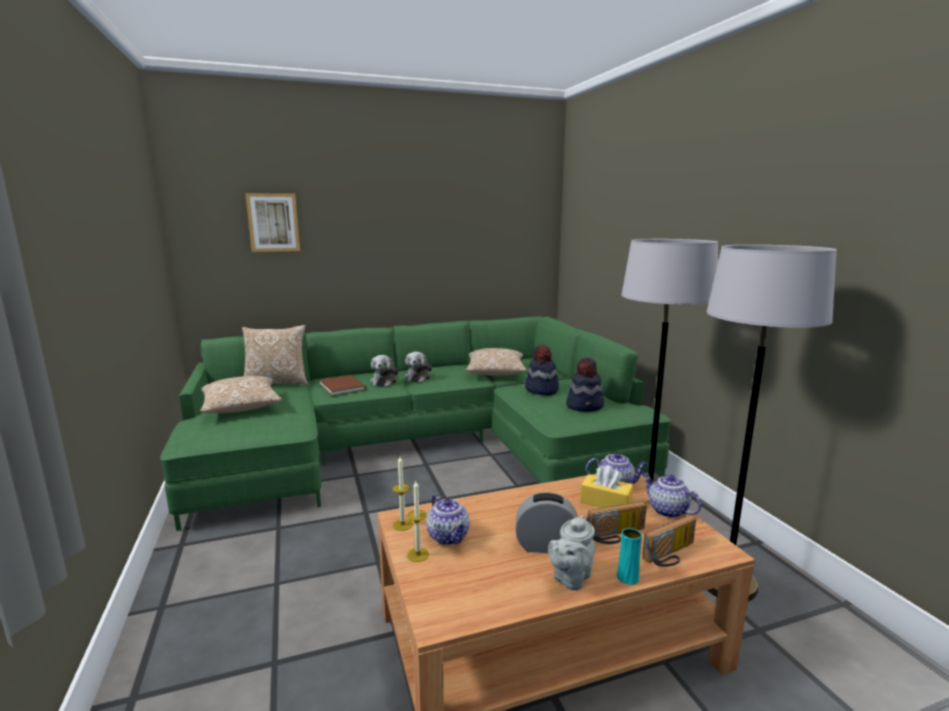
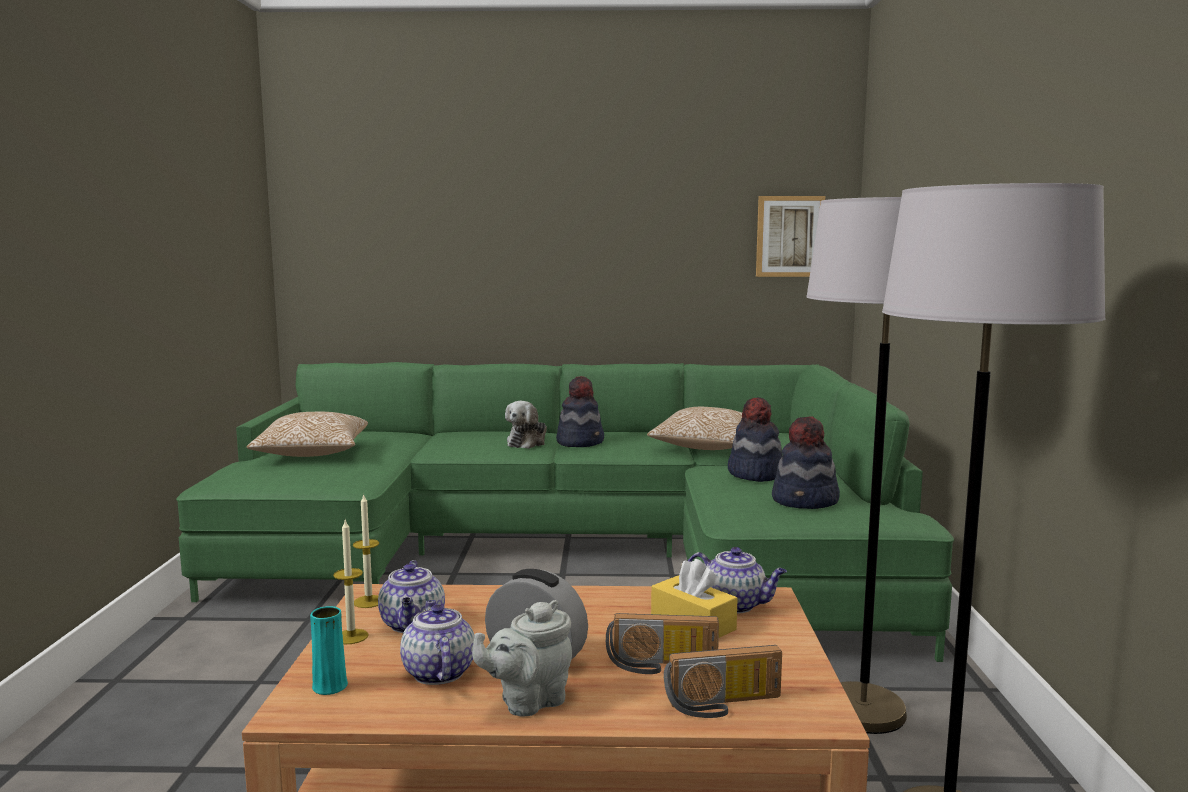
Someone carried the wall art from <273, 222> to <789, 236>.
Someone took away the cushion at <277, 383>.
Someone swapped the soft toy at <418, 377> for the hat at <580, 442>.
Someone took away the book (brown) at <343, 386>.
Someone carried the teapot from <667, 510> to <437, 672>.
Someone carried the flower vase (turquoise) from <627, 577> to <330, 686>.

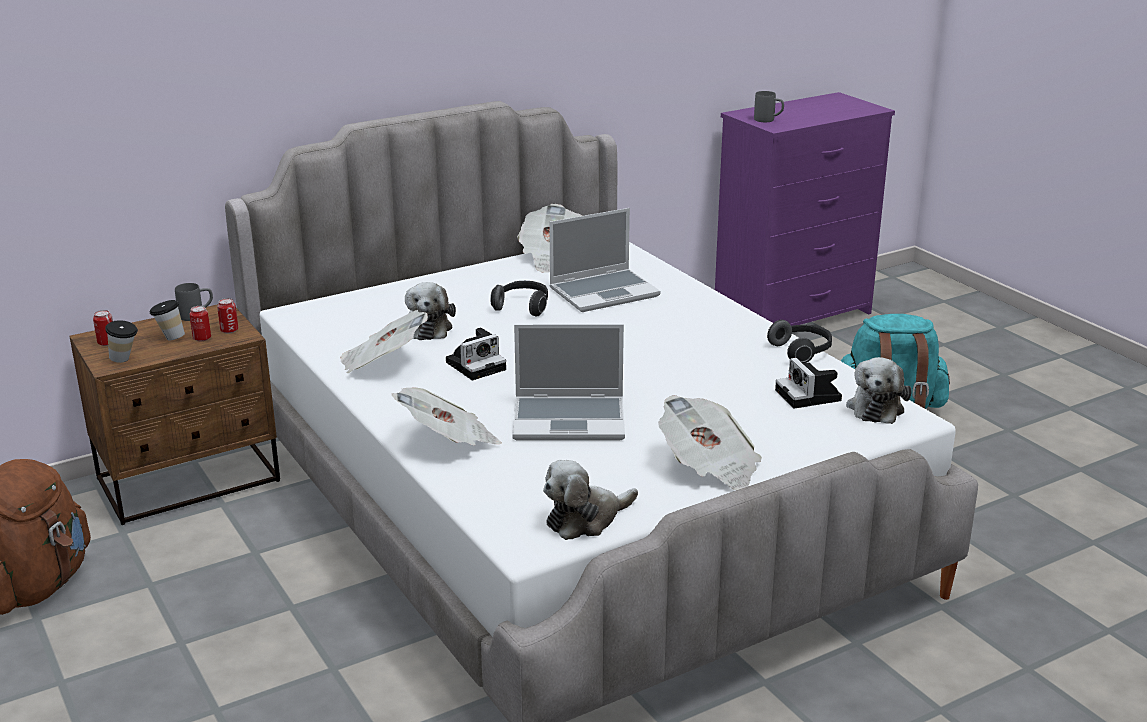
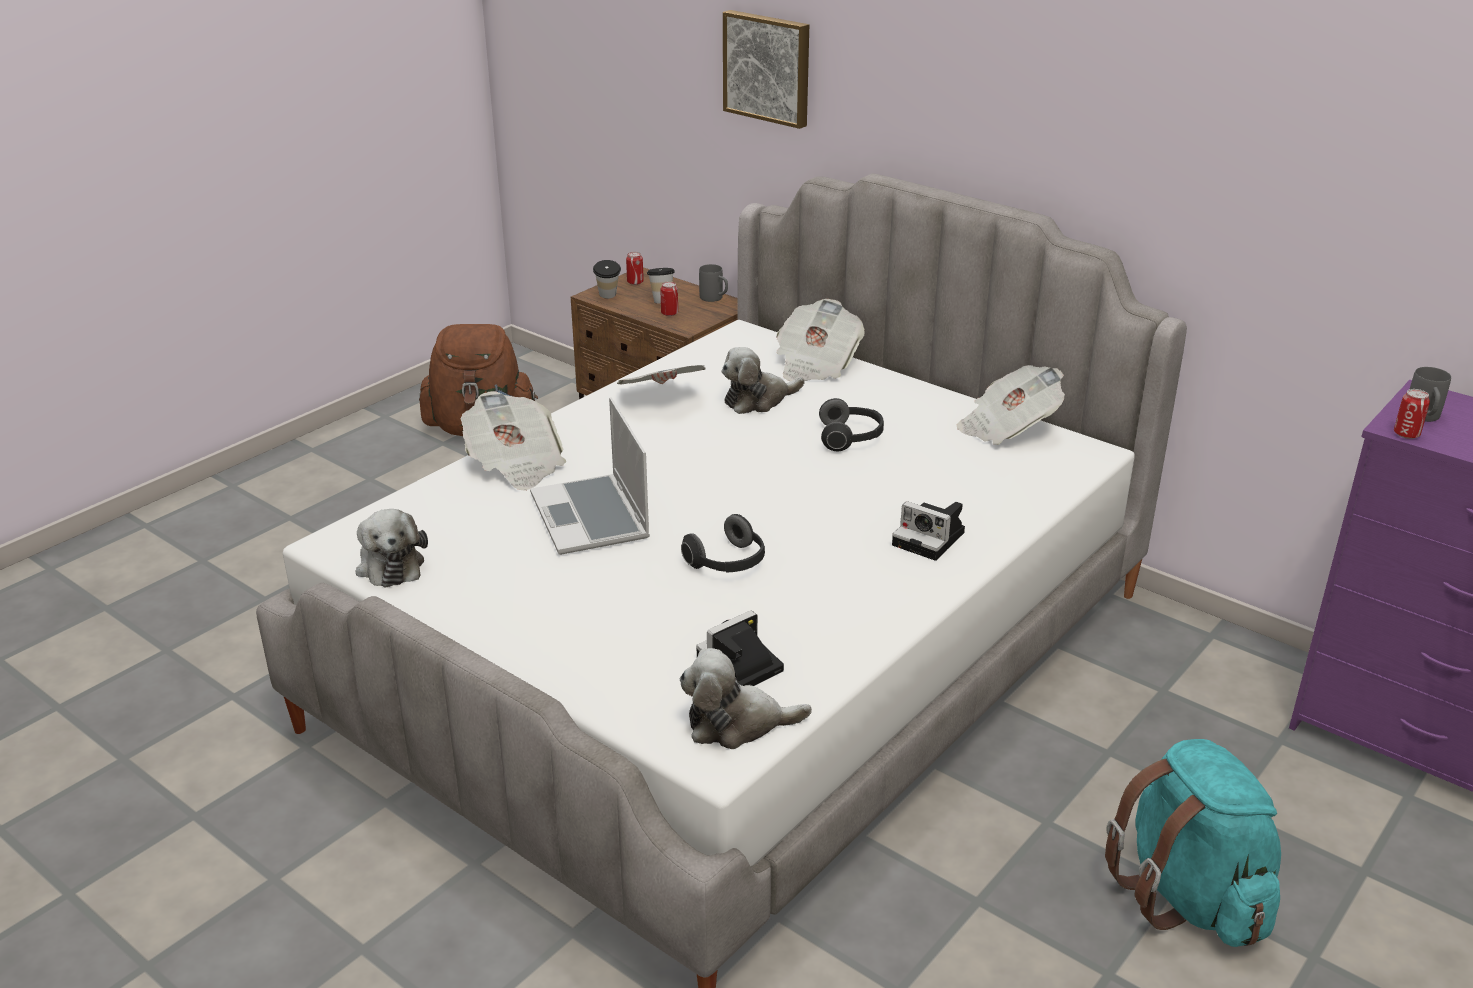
Someone took away the portable computer at <604, 292>.
Someone carried the sealed can from <229, 330> to <1406, 434>.
Someone carried the headset from <802, 352> to <728, 563>.
Someone carried the photo camera from <477, 365> to <931, 539>.
Someone carried the printed paper from <709, 467> to <815, 365>.
Someone rotated the soft toy at <585, 519> by 150 degrees counterclockwise.
Someone put up the wall art at <768, 67>.

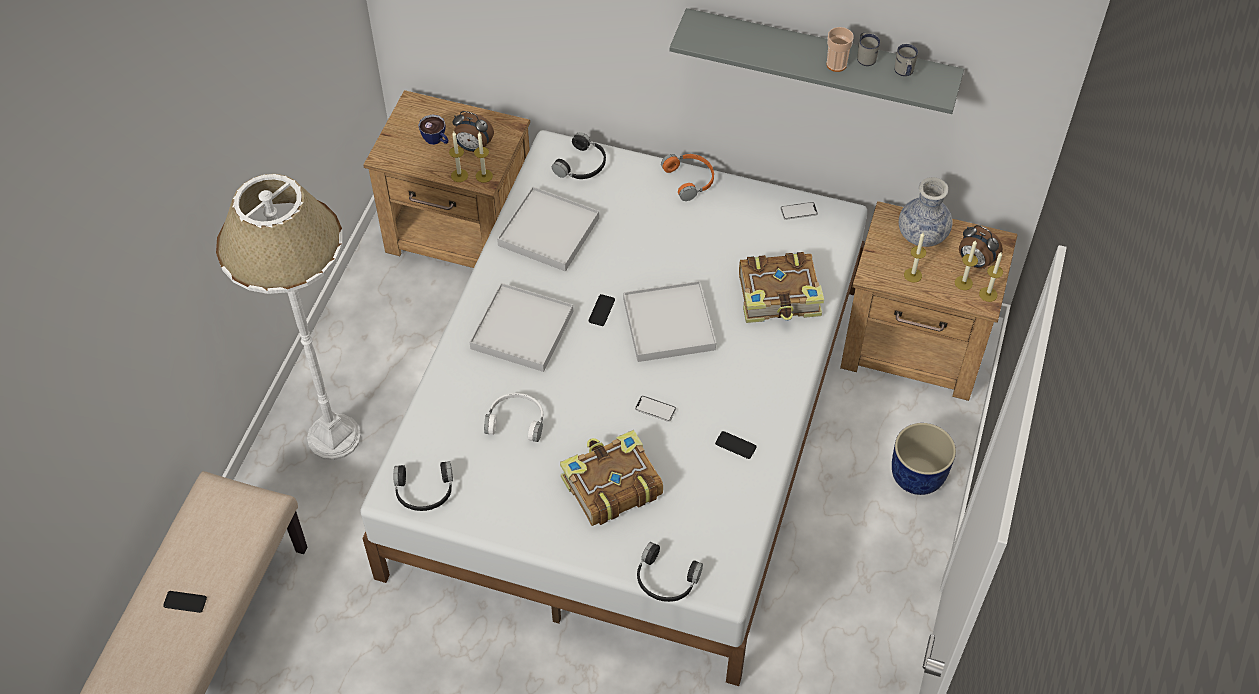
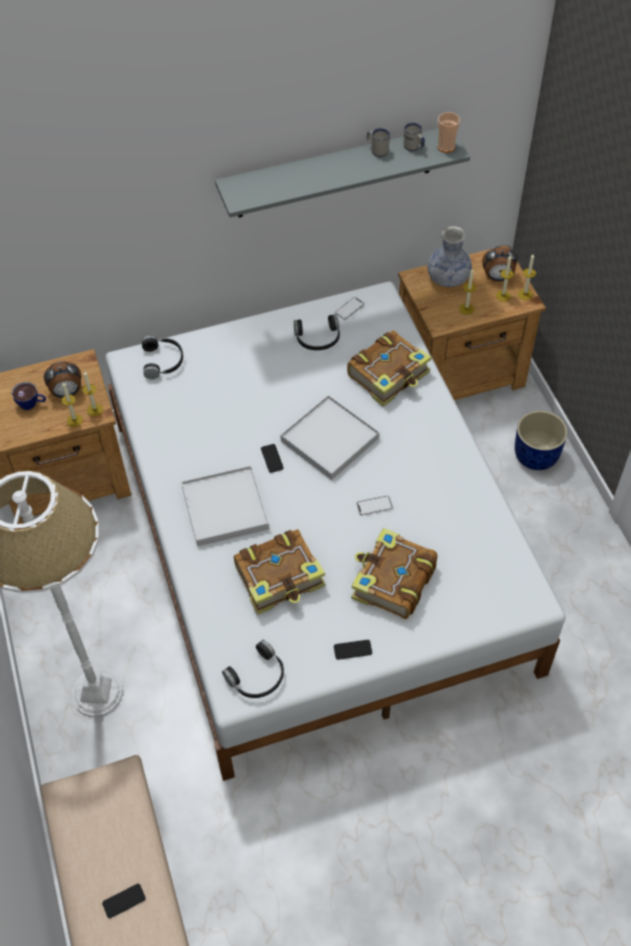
Someone carried the small cup from <836, 64> to <446, 147>.
Someone took away the headset (orange) at <690, 179>.
Someone took away the tray (whitish) at <548, 232>.
Someone swapped the headset (whitish) at <516, 420> for the book at <280, 578>.
Someone carried the handset from <735, 445> to <352, 650>.
Someone carried the headset (blackish) from <665, 580> to <318, 339>.

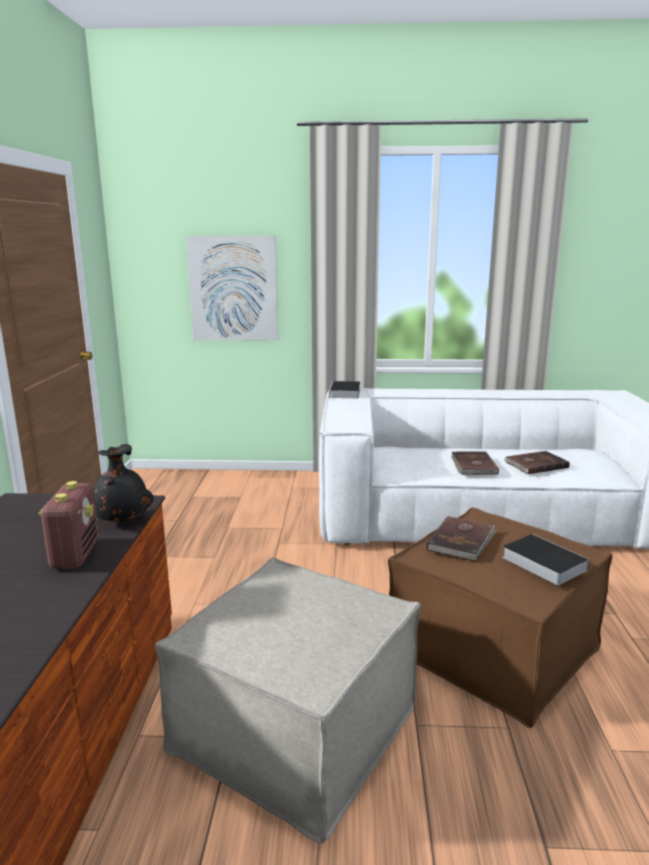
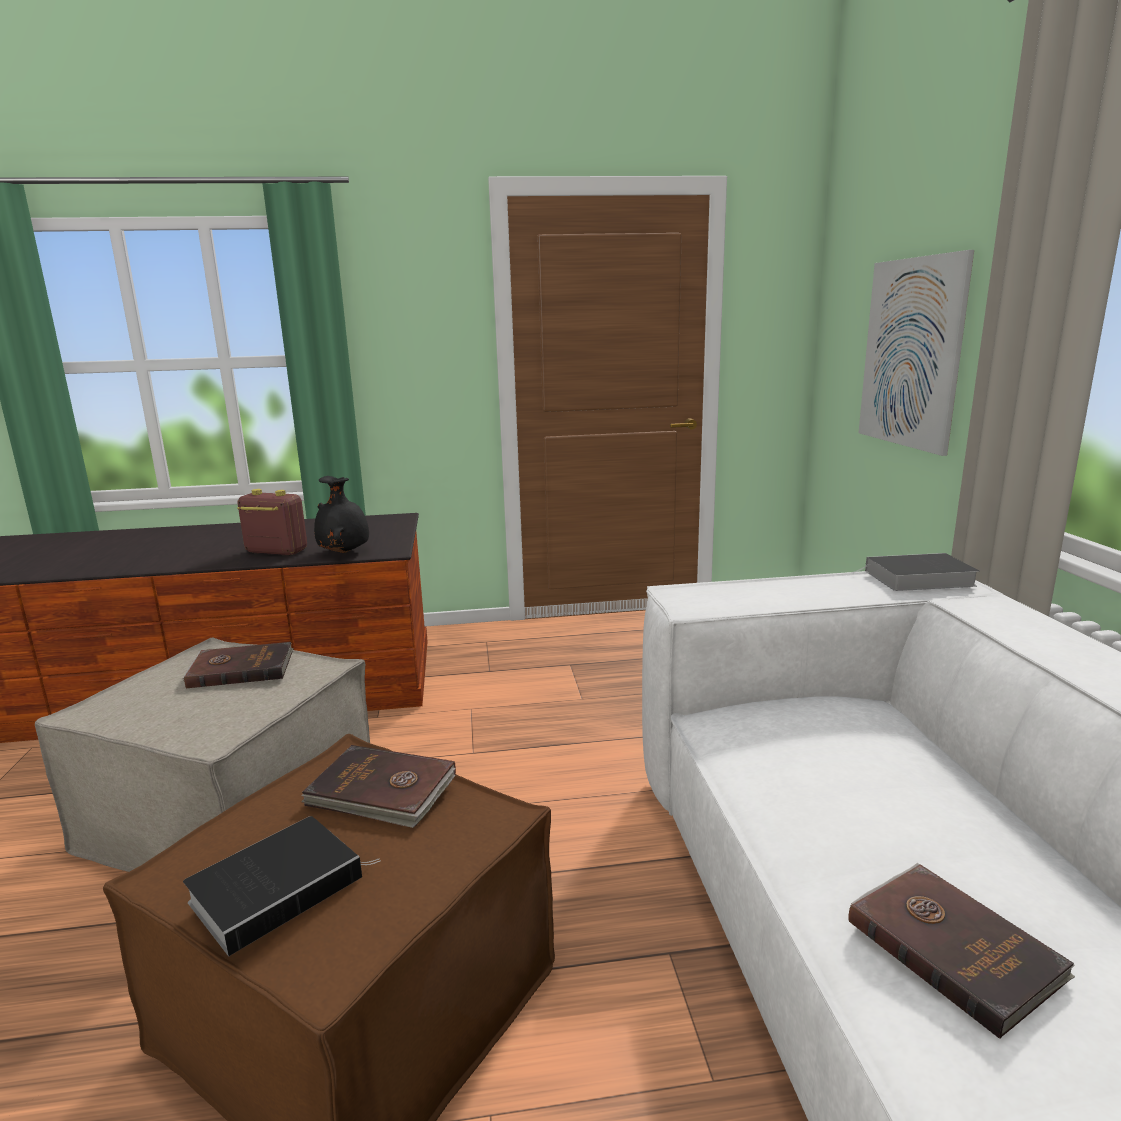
Someone carried the book (brown) from <473, 466> to <241, 668>.
Someone rotated the radio receiver at <75, 554> by 150 degrees counterclockwise.

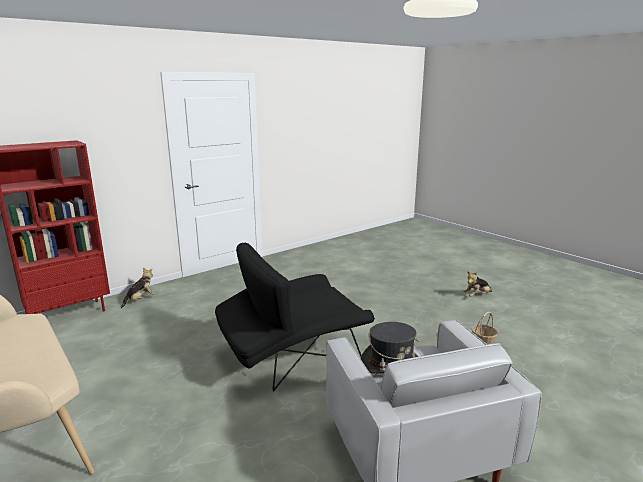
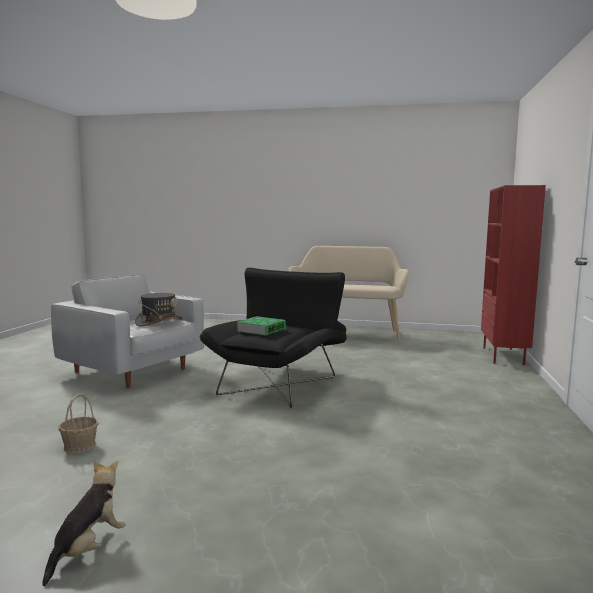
Someone took away the soft toy at <140, 300>.
Someone put down the book at <261, 330>.

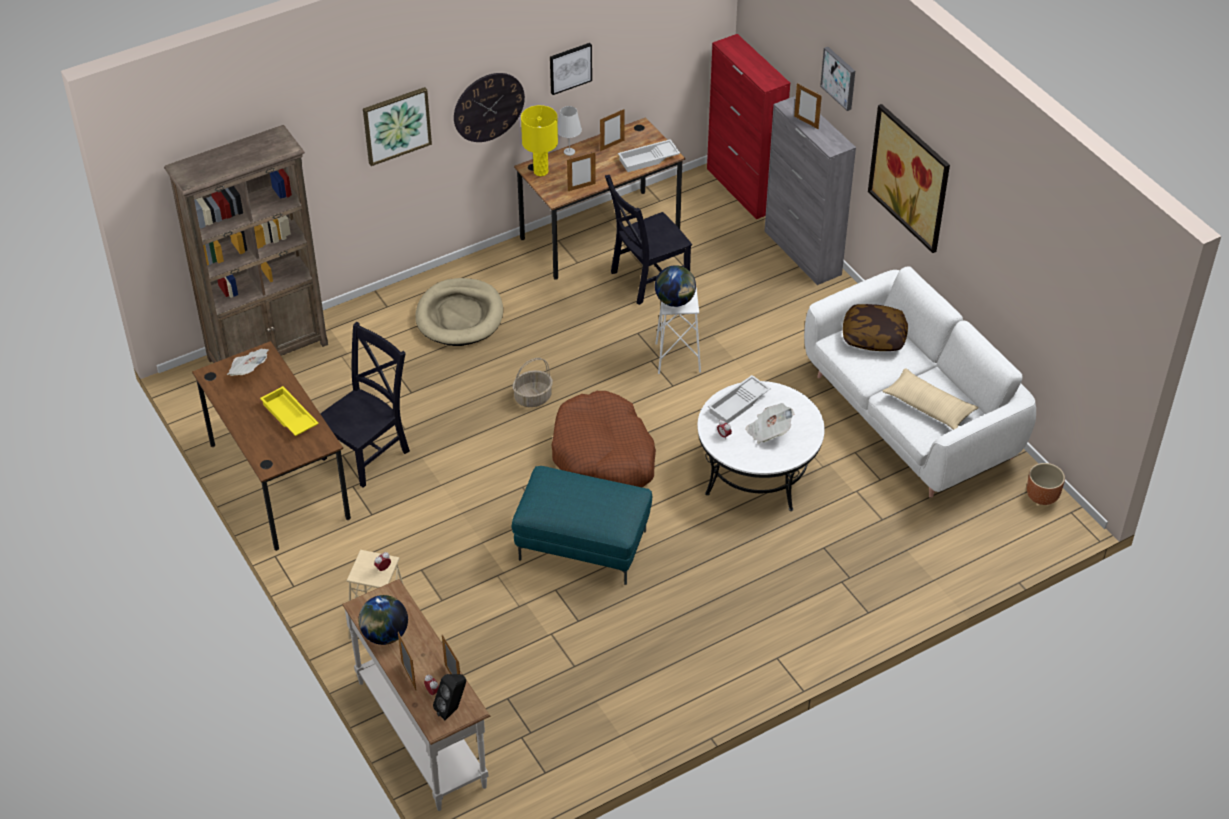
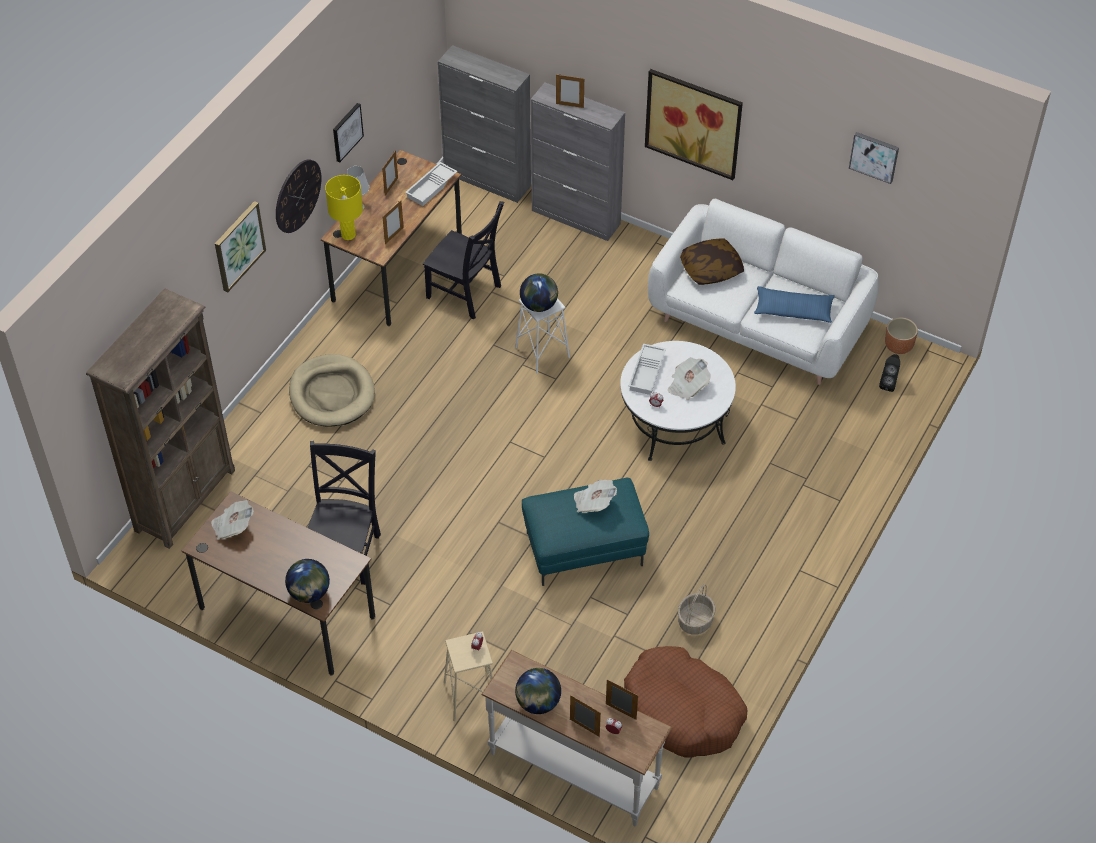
Someone repainted the cupboard (red-coloured) at <743, 189>, which became the cupboard (gray) at <487, 180>.
Someone carried the wall art from <839, 78> to <874, 156>.
Someone rotated the upright chair (blackish) at <646, 279> by 90 degrees counterclockwise.
Someone carried the basket from <533, 397> to <695, 620>.
Someone repainted the cushion (beige) at <929, 406>, which became the cushion (blue) at <793, 310>.
Someone took away the tray (yellowish) at <288, 416>.
Someone carried the dog cushion (brown) from <603, 457> to <682, 711>.
Someone carried the audio speaker (blackish) from <452, 709> to <888, 383>.
Someone put down the printed paper at <593, 503>.
Someone put down the desk globe at <309, 593>.

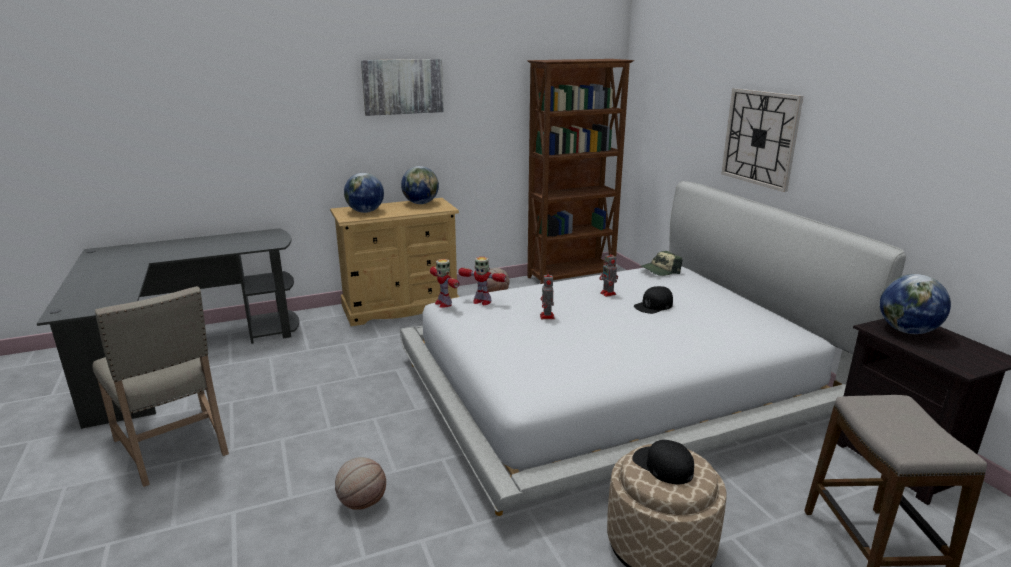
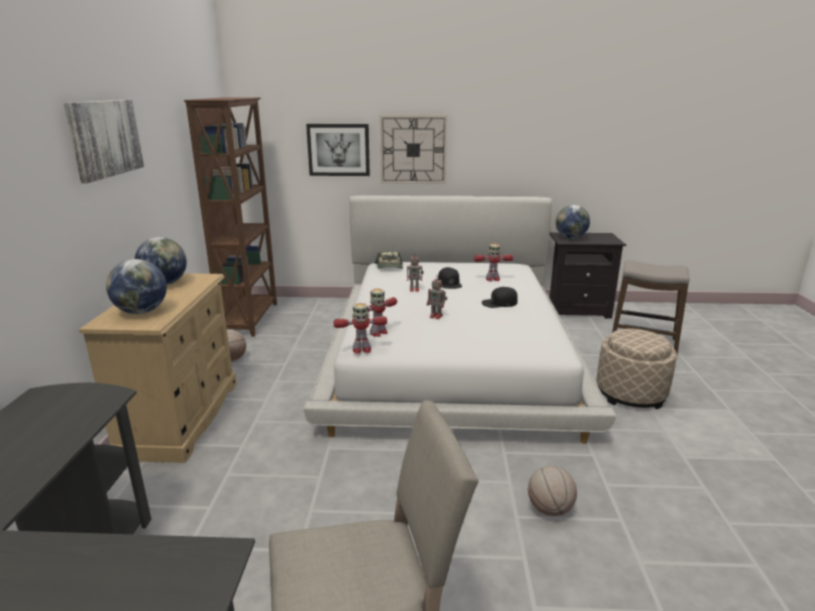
Someone carried the cap (blackish) from <662, 465> to <499, 303>.
Someone put up the wall art at <338, 150>.
Someone put down the toy robot at <492, 279>.

